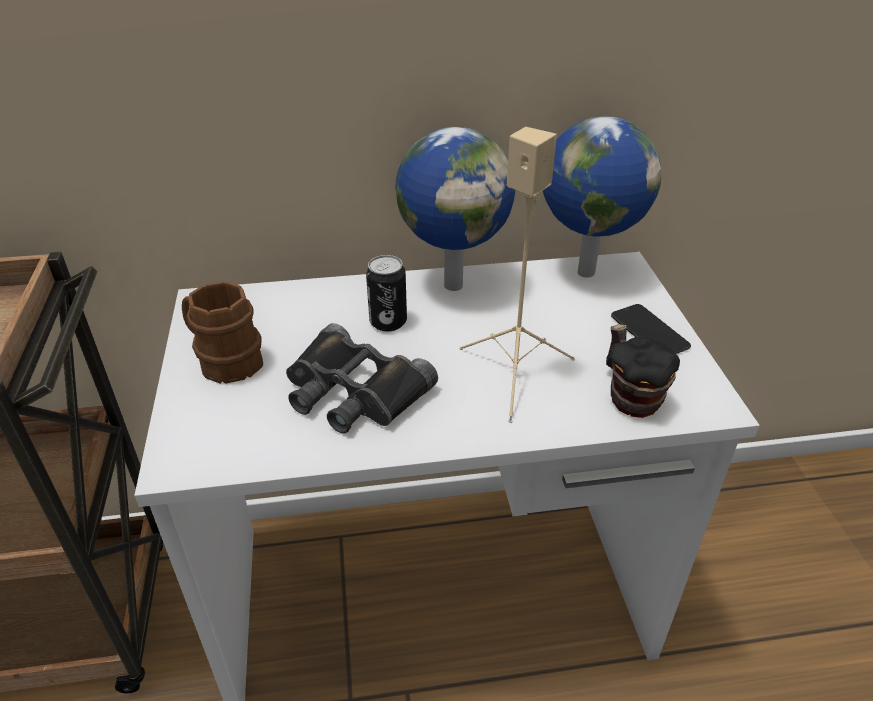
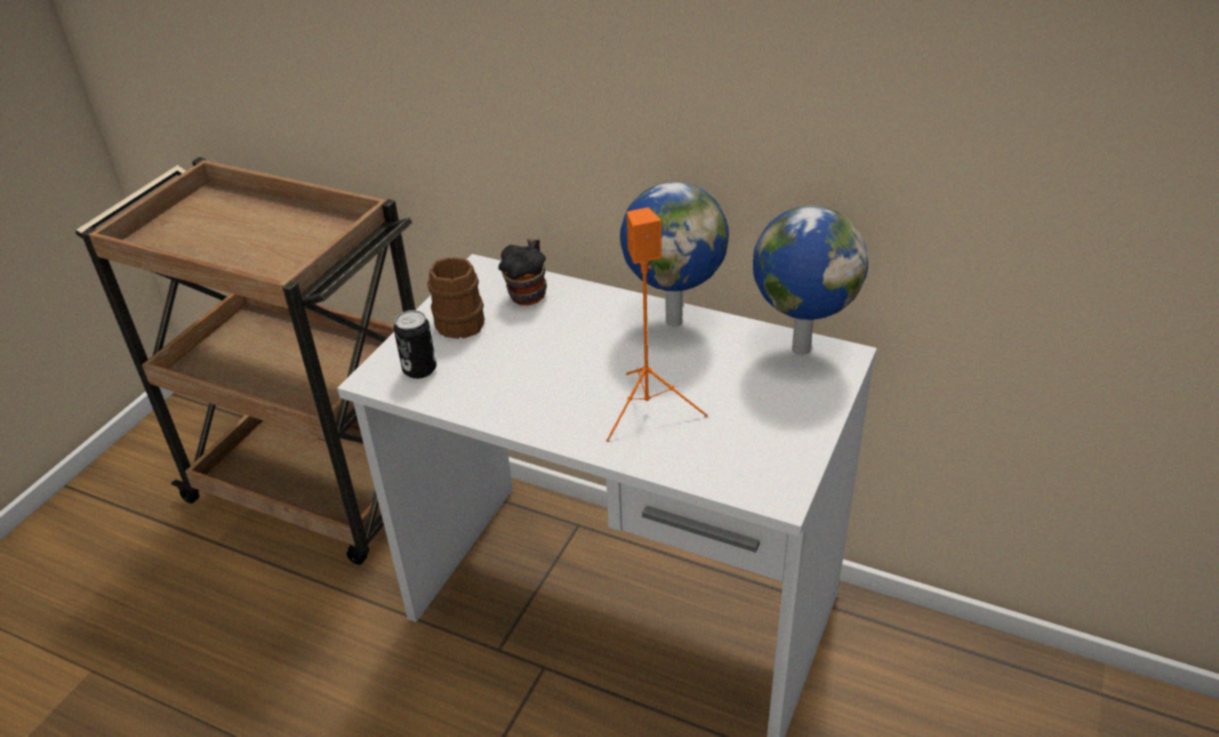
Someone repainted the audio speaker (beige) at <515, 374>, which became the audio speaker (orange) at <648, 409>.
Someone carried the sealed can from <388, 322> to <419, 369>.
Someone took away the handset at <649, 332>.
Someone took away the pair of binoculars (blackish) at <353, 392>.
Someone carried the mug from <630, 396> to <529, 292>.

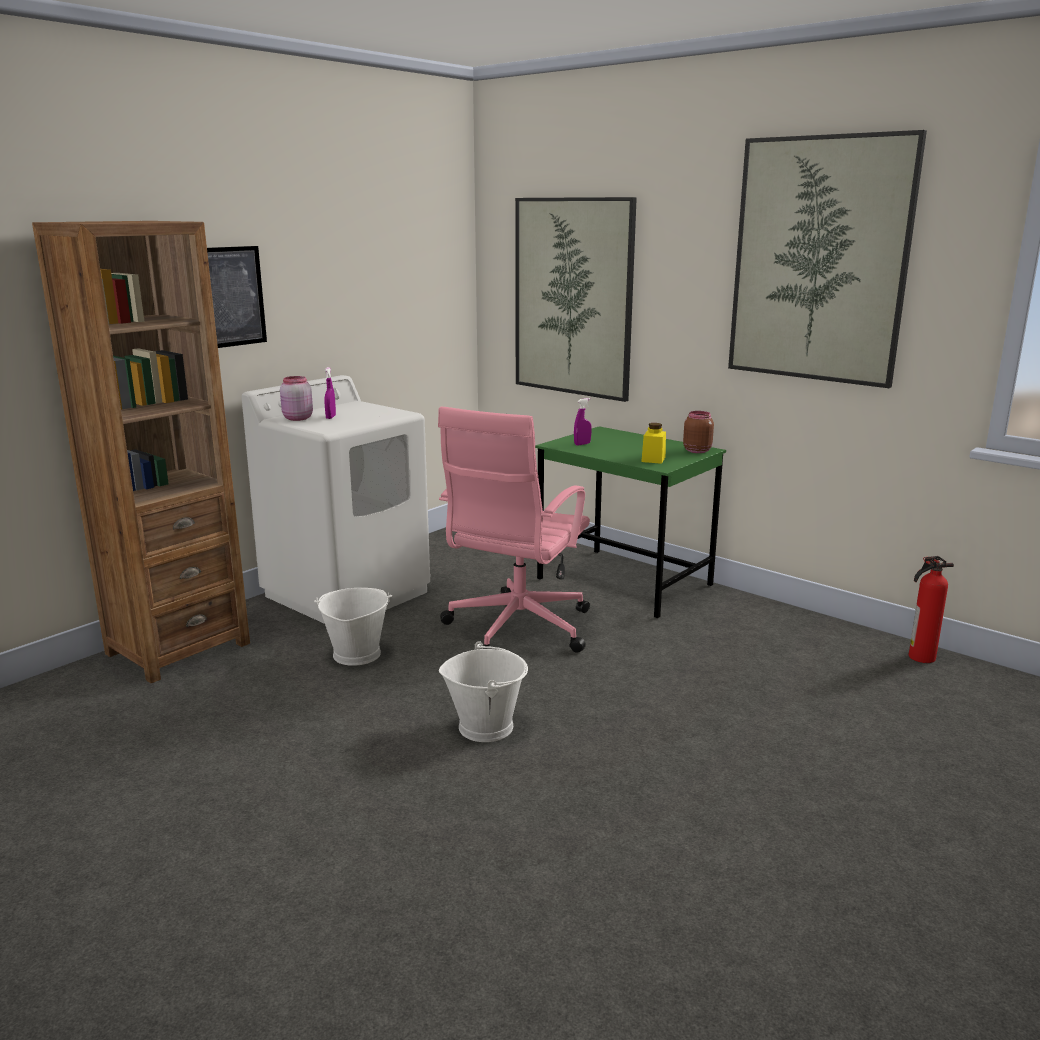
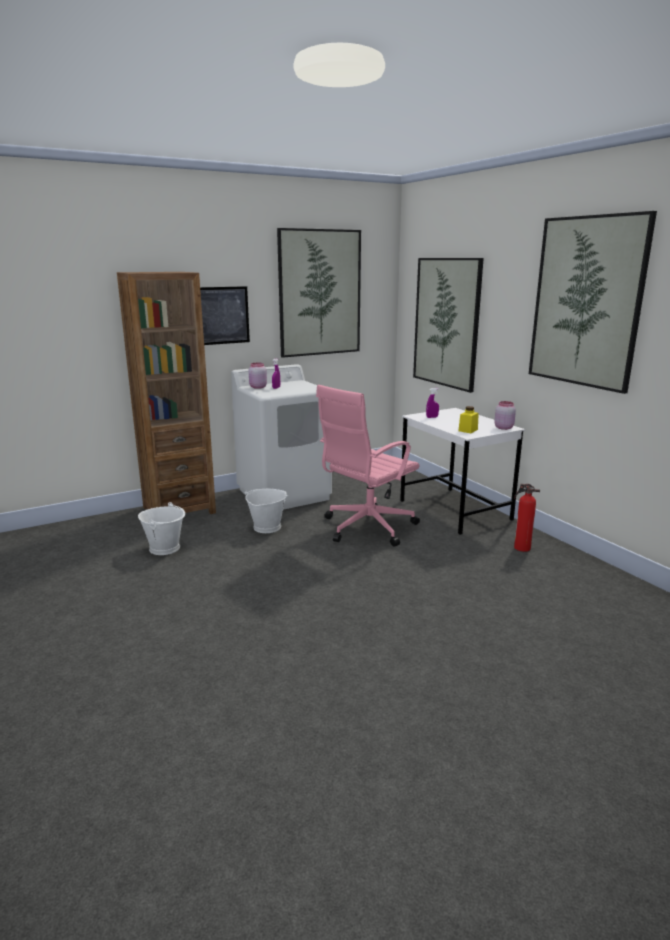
Someone repainted the storage jar (brown) at <696, 450>, which became the storage jar (pink) at <503, 427>.
Someone repainted the desk (greenish) at <625, 582>, which became the desk (whitish) at <455, 510>.
Someone carried the extinguisher from <920, 657> to <521, 548>.
Someone carried the water bucket (whitish) from <486, 726> to <165, 548>.
Someone put up the wall art at <320, 293>.

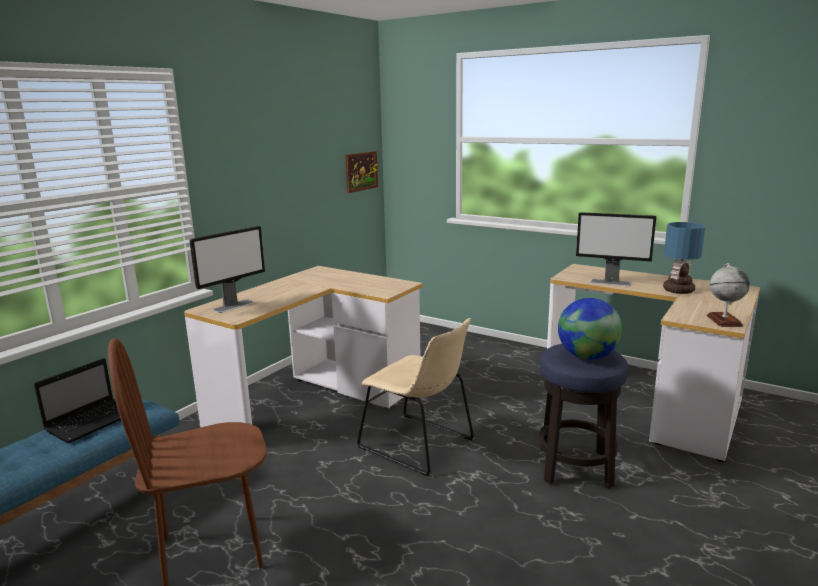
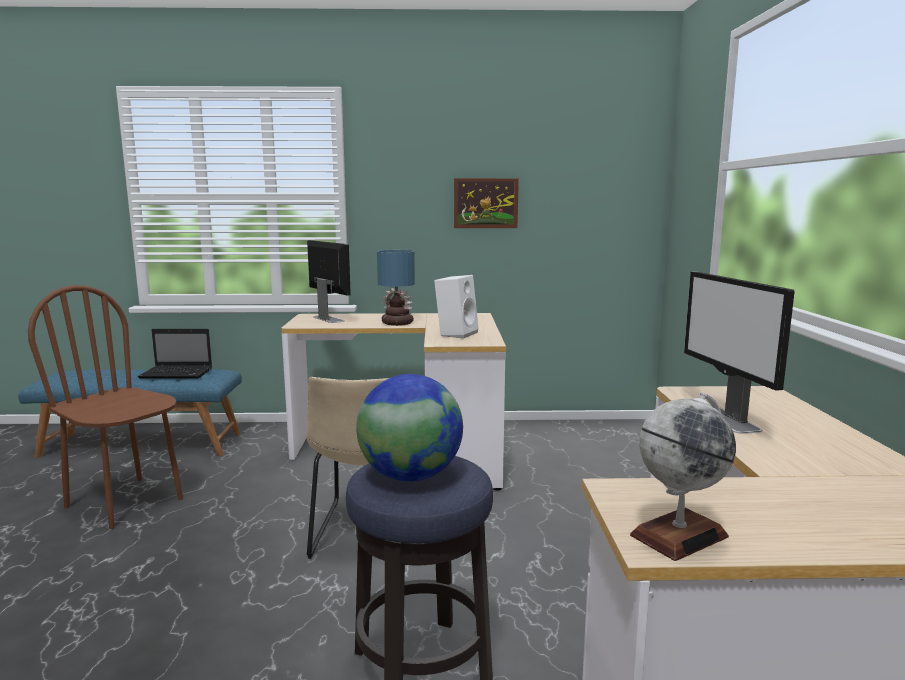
Someone carried the wall art from <361, 171> to <485, 203>.
Someone carried the lamp for a table from <678, 290> to <396, 323>.
Someone rotated the monitor at <233, 306> by 135 degrees counterclockwise.
Someone put down the audio speaker (whitish) at <456, 334>.

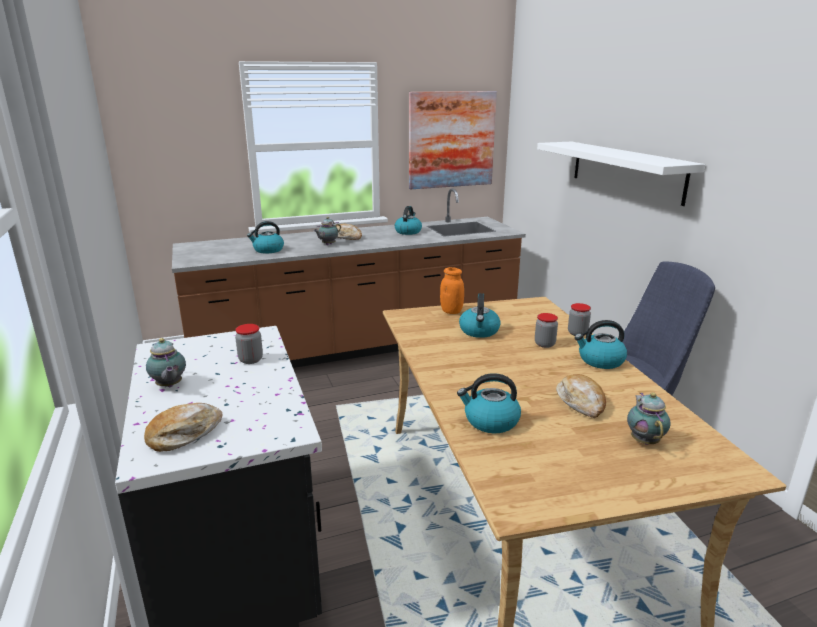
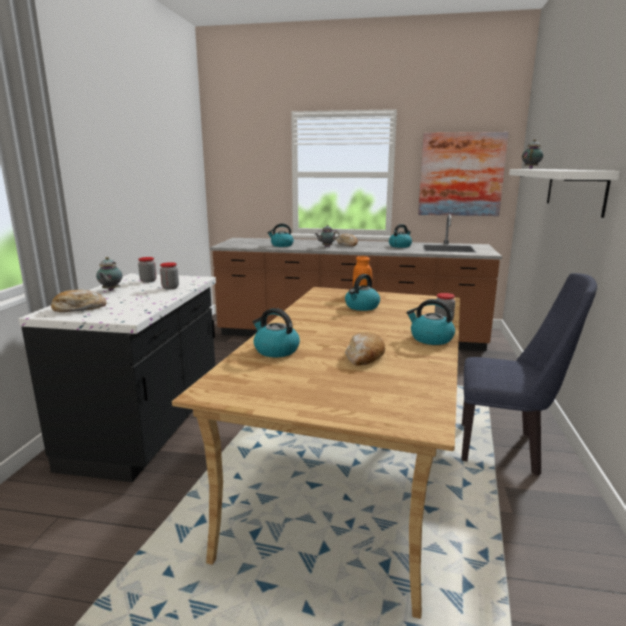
Someone carried the storage jar from <544, 344> to <148, 281>.
Someone carried the teapot from <644, 440> to <531, 168>.

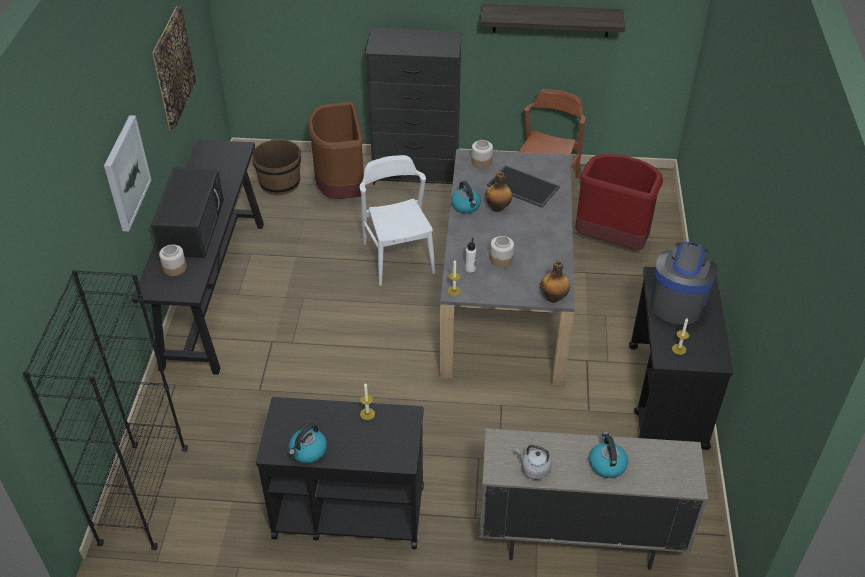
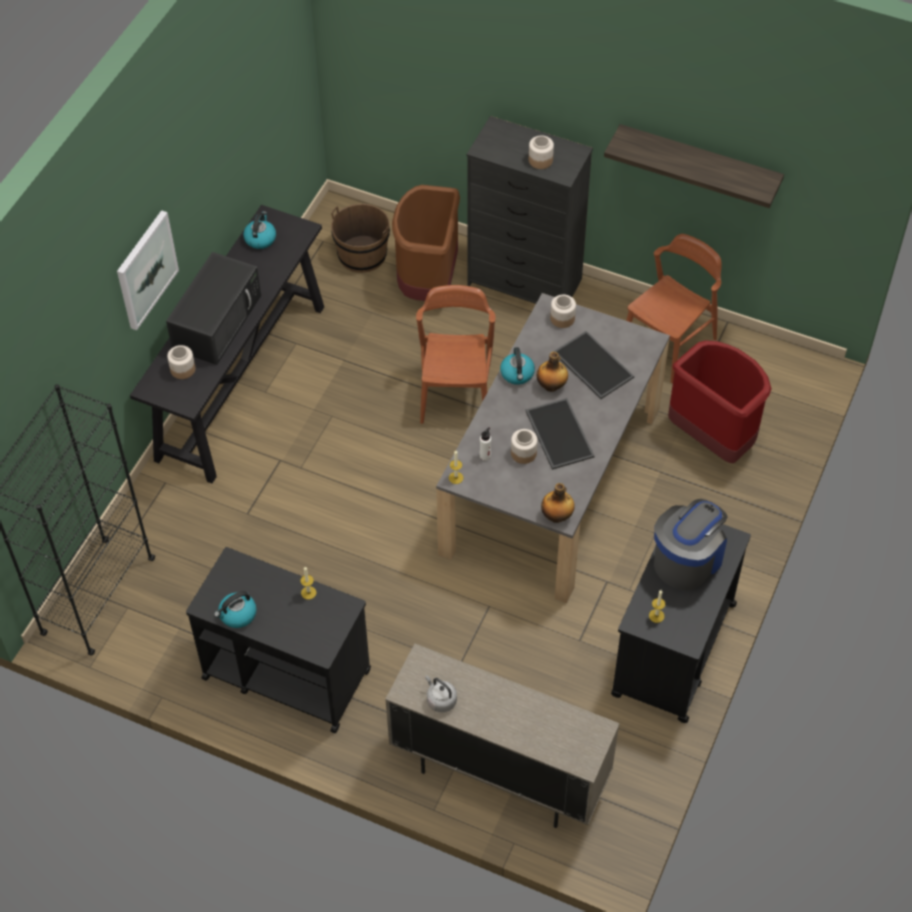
Someone took away the wall art at <172, 67>.
Someone repainted the upright chair (whitish) at <398, 258>, which became the upright chair (brown) at <456, 393>.
Someone carried the tea kettle from <606, 464> to <260, 238>.
Someone put down the storage jar at <540, 160>.
Someone put down the tray at <558, 433>.

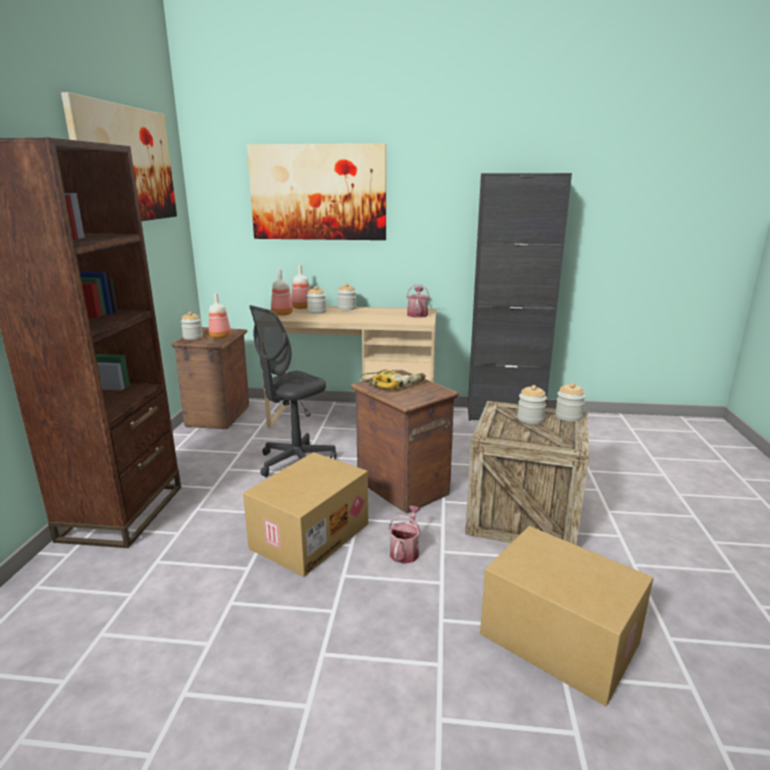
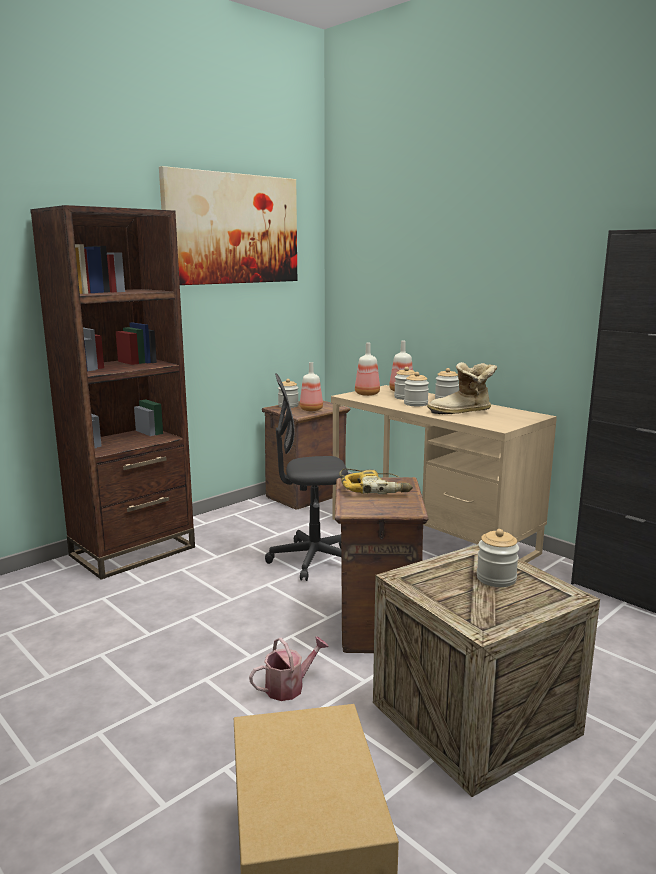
Someone took away the wall art at <318, 192>.
Someone took away the watering can at <417, 314>.
Someone carried the storage jar from <568, 416> to <415, 404>.
Someone took away the carton at <309, 535>.
Someone put down the tall boot at <462, 412>.

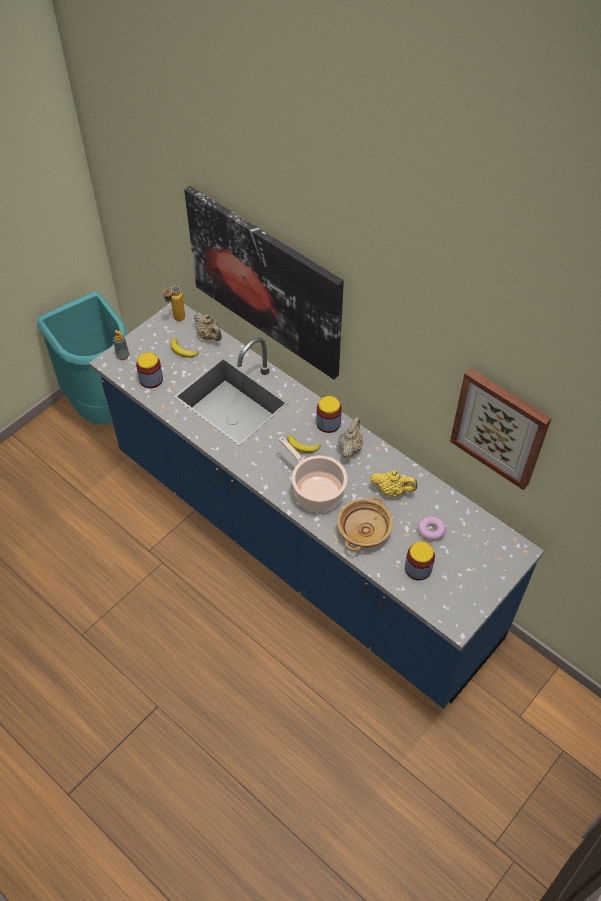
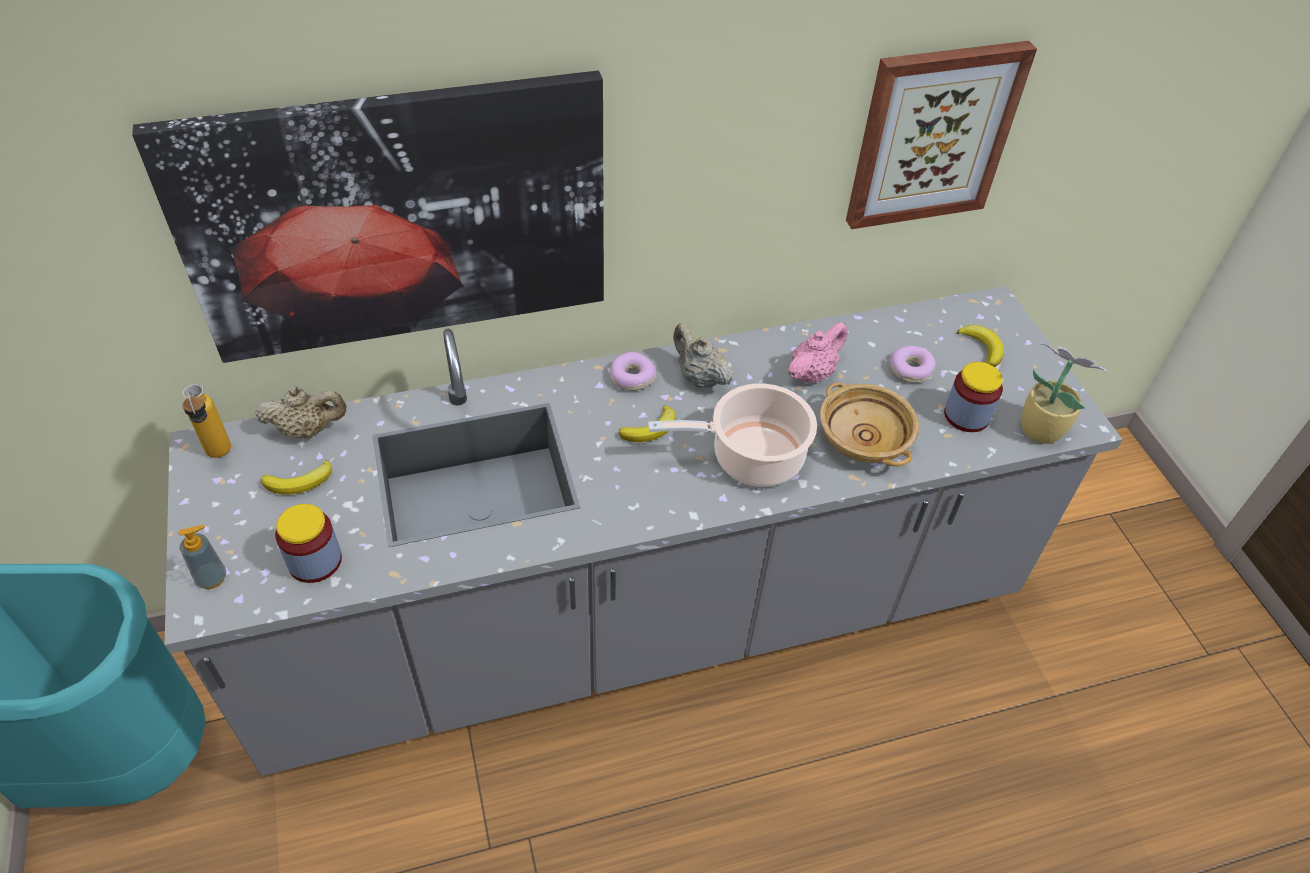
Someone repainted the kitchen base unit (blue) at <300, 545>, which became the kitchen base unit (gray) at <645, 620>.
Someone swapped the storage jar at <328, 423> for the doughnut at <632, 377>.
Someone repainted the teapot (yellowish) at <392, 491>, which became the teapot (pink) at <812, 373>.
Someone put down the banana at <982, 347>.
Someone put down the houseplant at <1038, 429>.

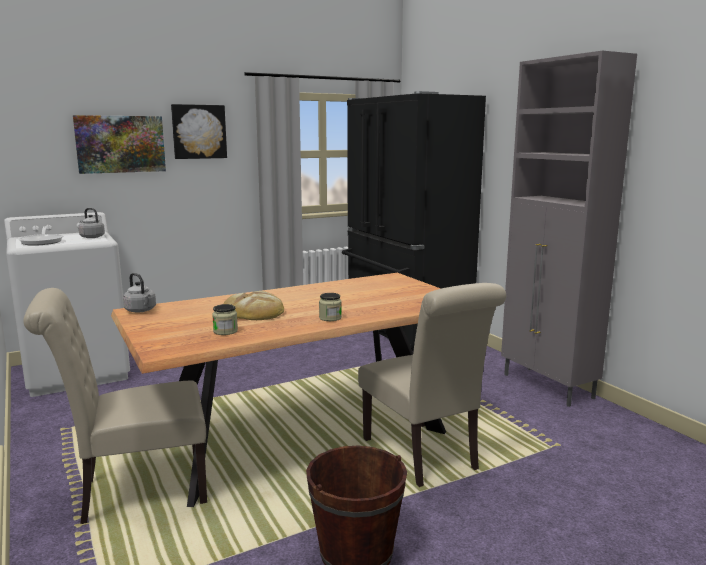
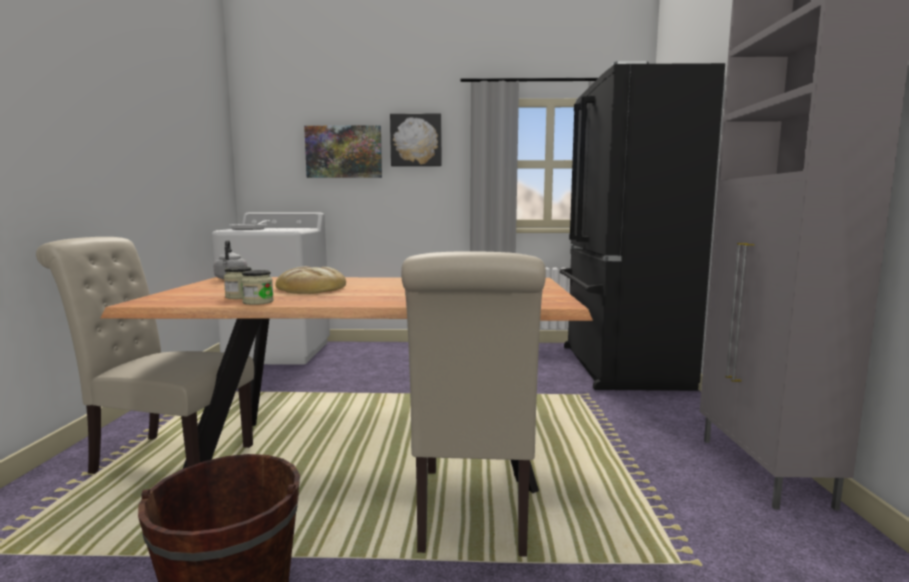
Someone took away the tea kettle (gray) at <91, 237>.
Someone carried the storage jar from <330, 318> to <258, 302>.

